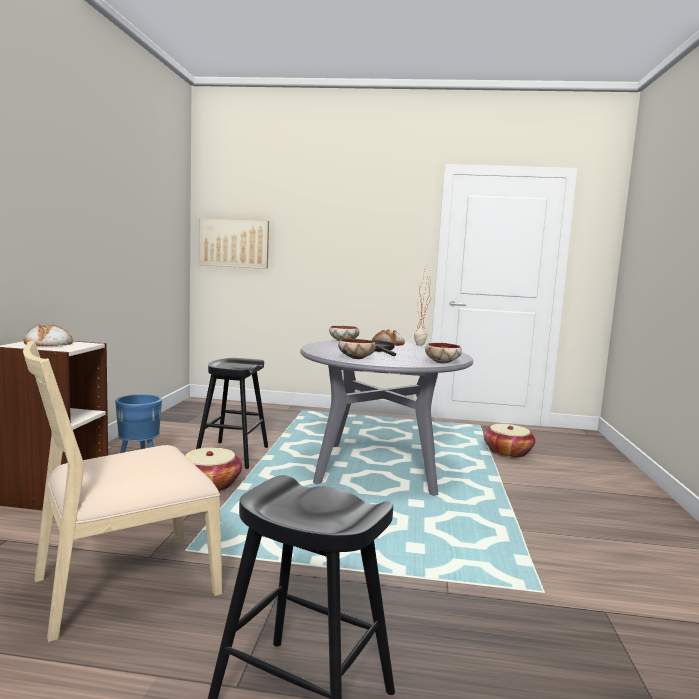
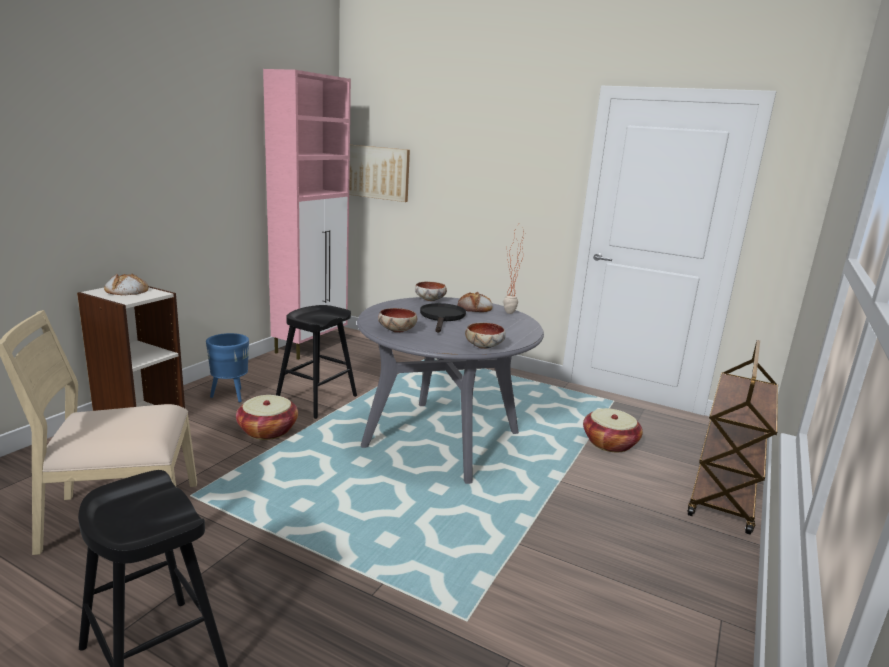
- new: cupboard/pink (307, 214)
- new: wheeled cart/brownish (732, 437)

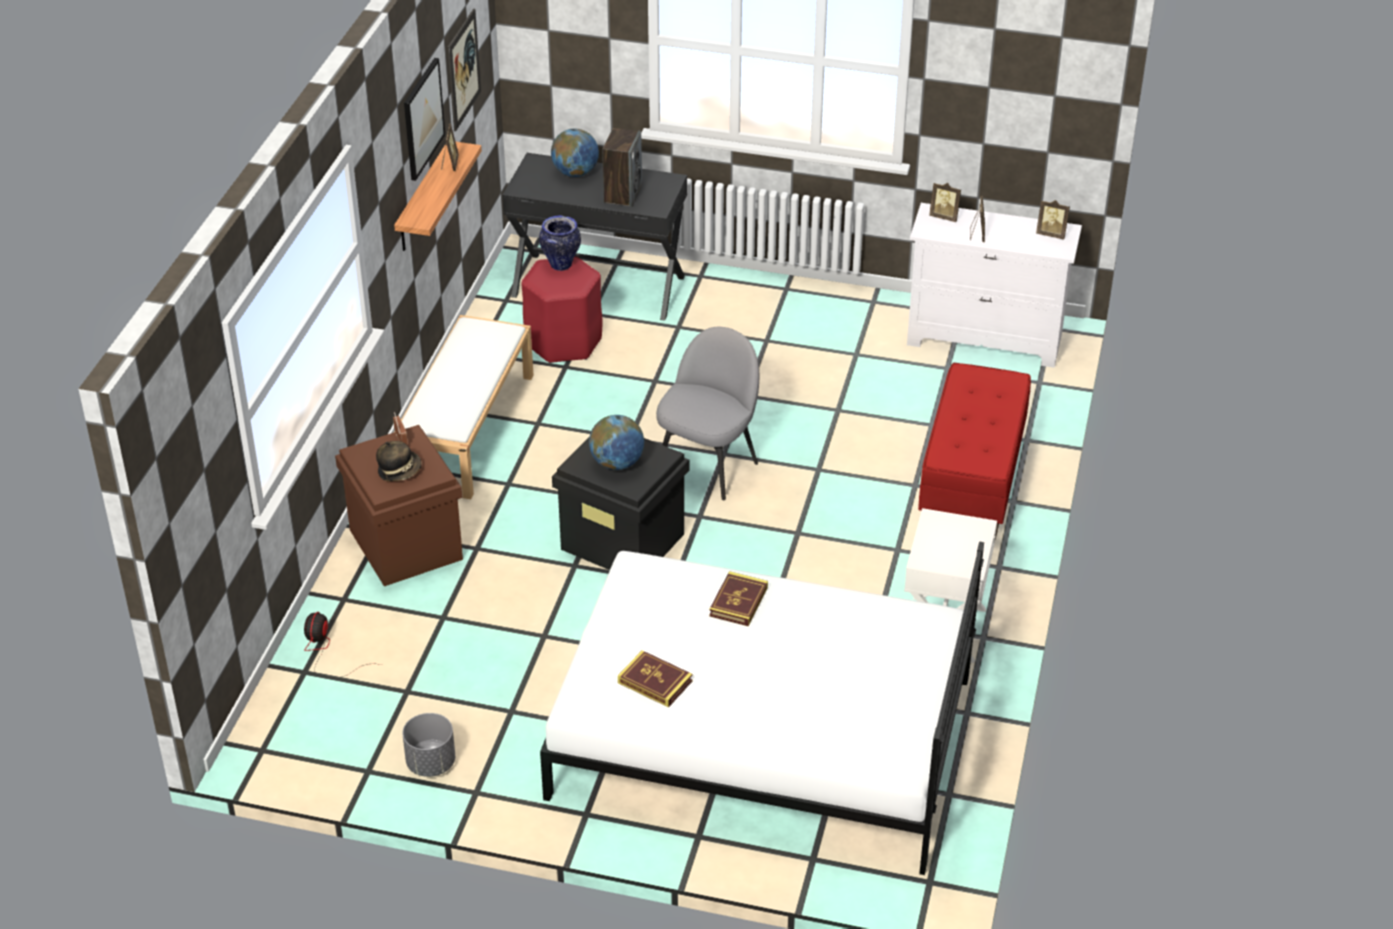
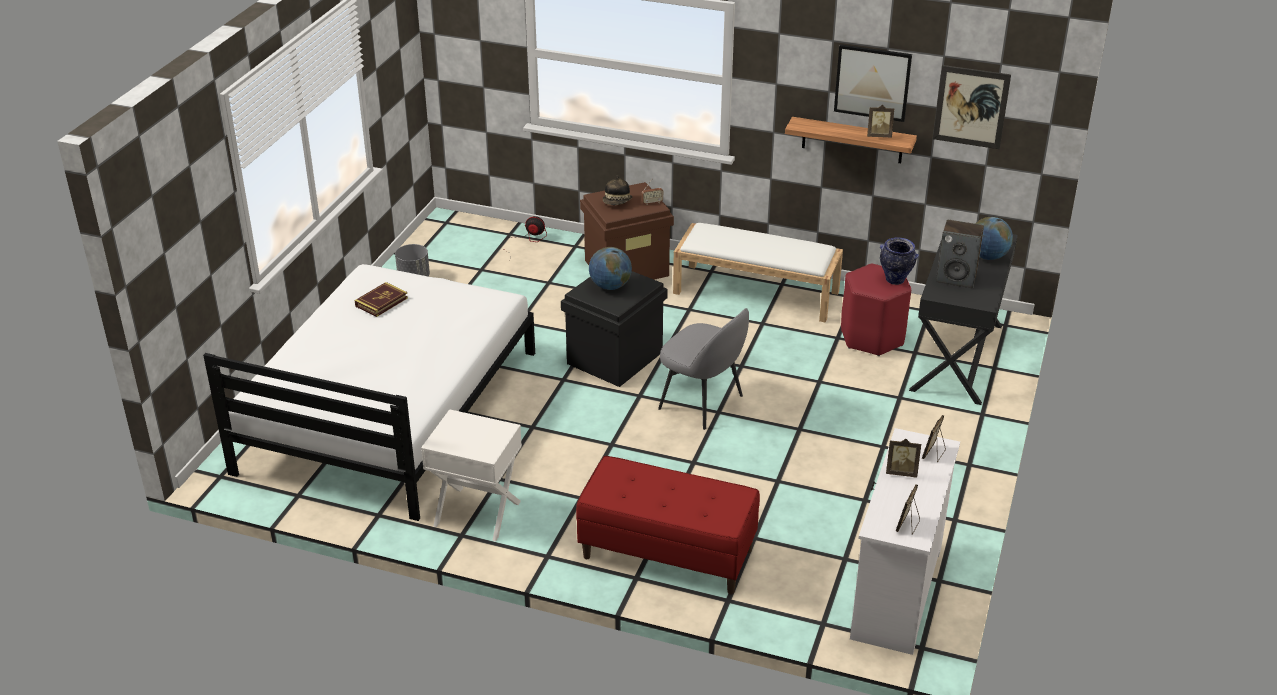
- gone: volume (738, 599)

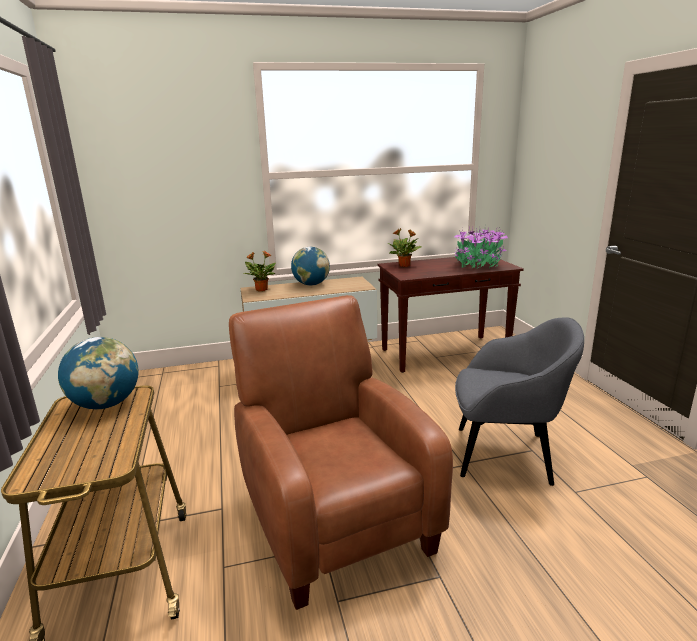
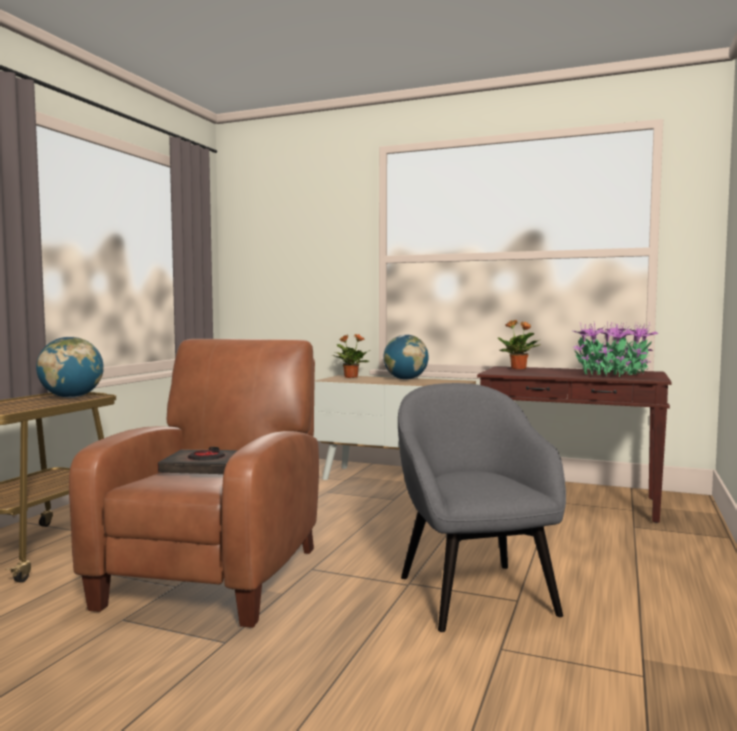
- new: volume/blackish (198, 460)
- rotated: armchair/gray (519, 401) = (482, 507) 150 degrees counterclockwise

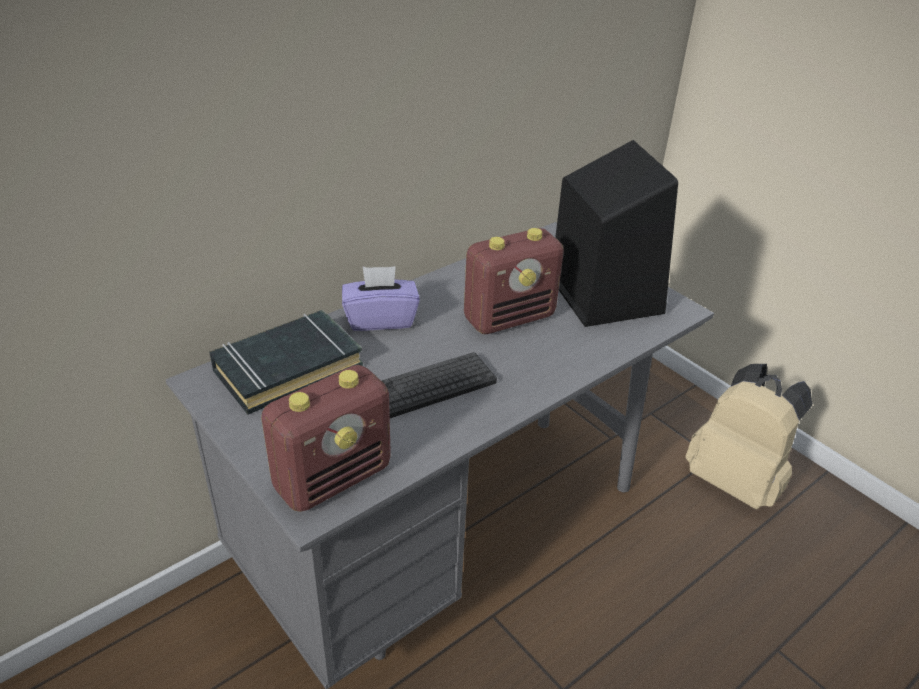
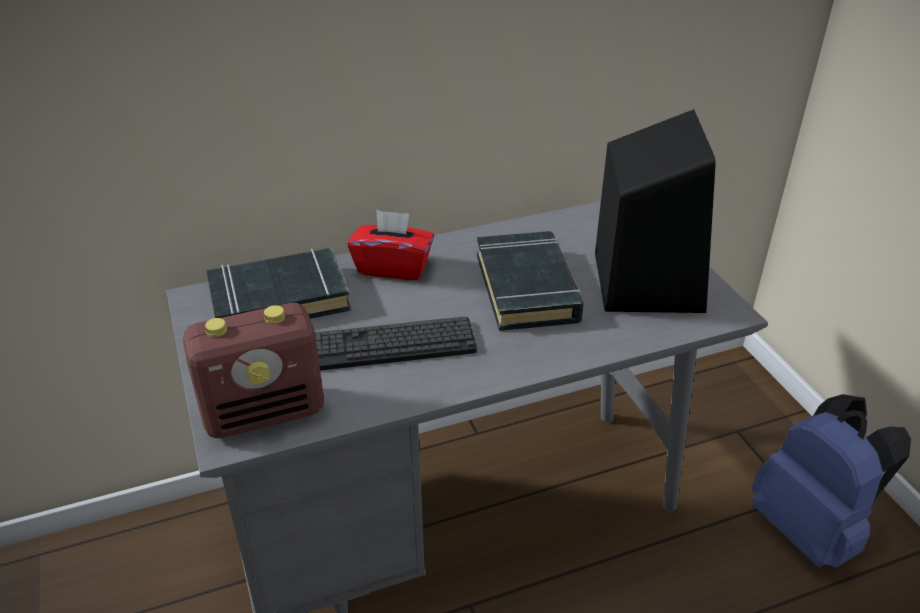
- swapped: radio set (514, 281) to volume/blackish (530, 281)
- repainted: tissue holder/purple-coloured (381, 298) to tissue holder/reddish (390, 245)
- repainted: backpack/sand-coloured (749, 436) to backpack/blue-coloured (831, 481)

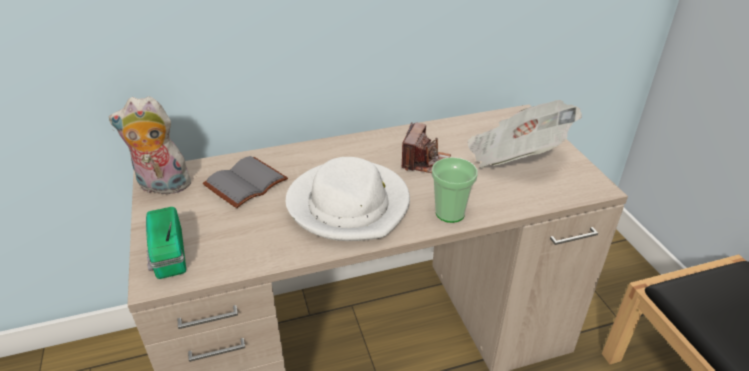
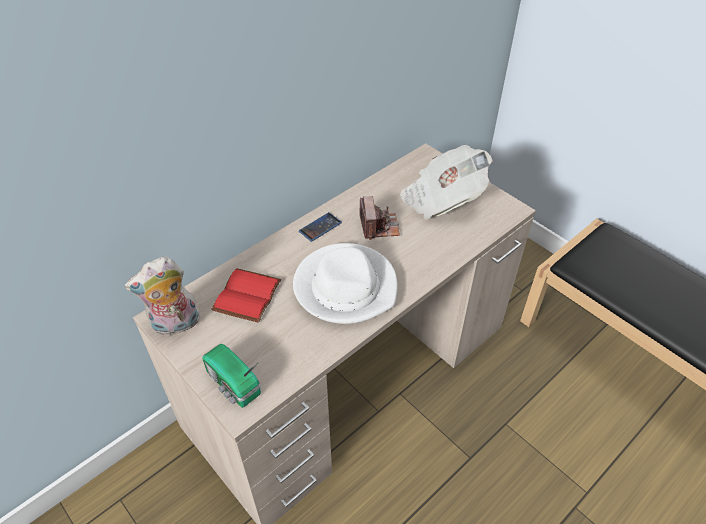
- gone: cup (455, 190)
- new: handset (320, 227)
- repainted: volume/gray (245, 182) to volume/reddish (246, 295)

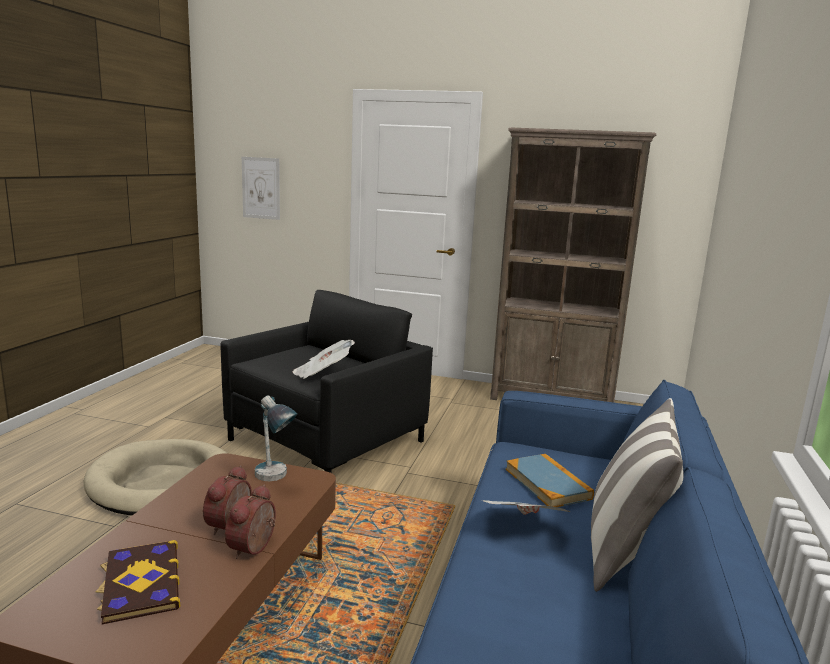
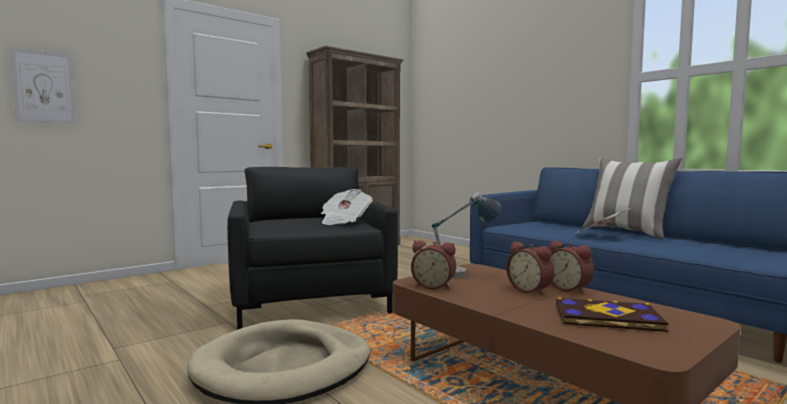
- gone: volume (550, 480)
- new: table clock (433, 264)

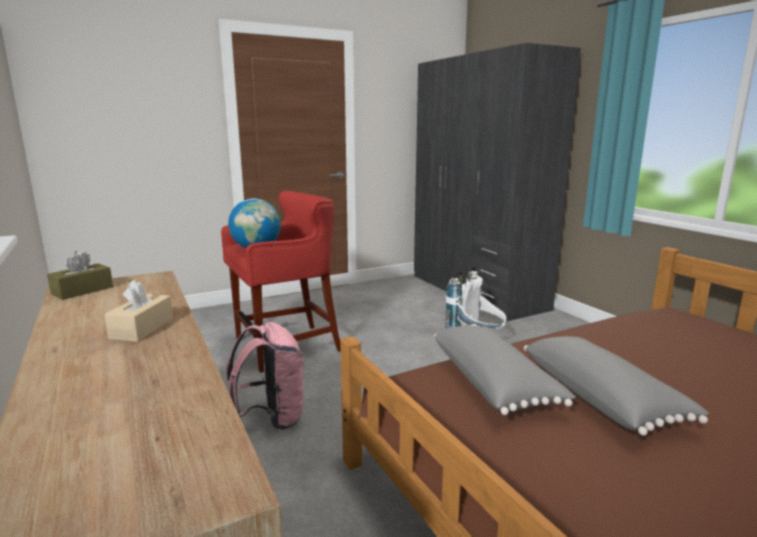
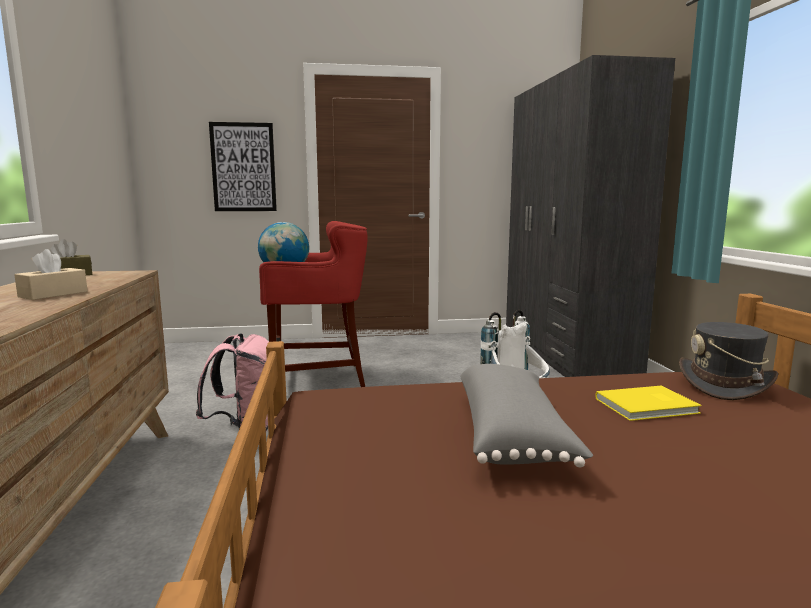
- gone: throw pillow/gray (505, 370)
- new: wall picture (243, 166)
- new: volume/yellow-coloured (648, 403)
- new: wearable hat/gray (729, 361)

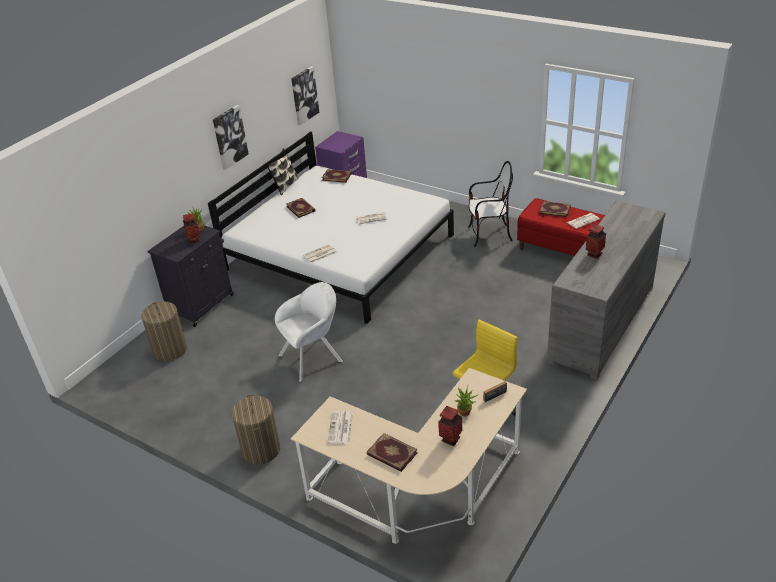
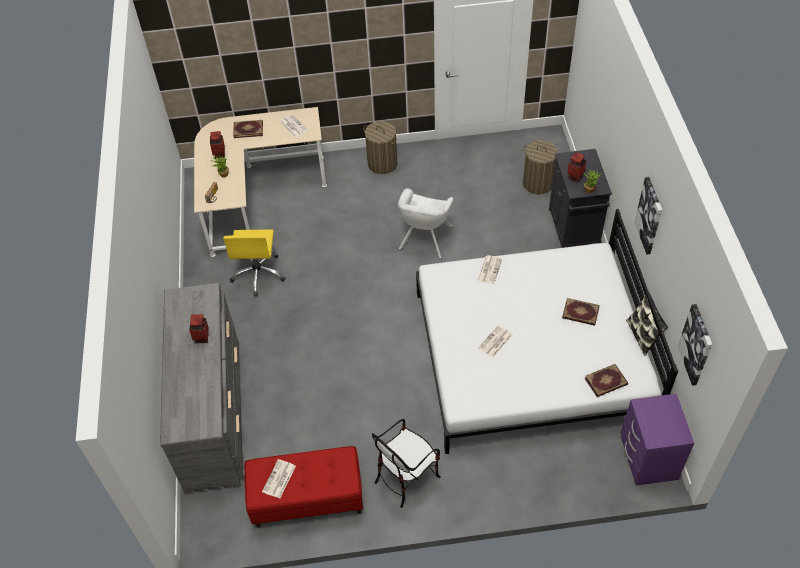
- gone: volume (555, 209)

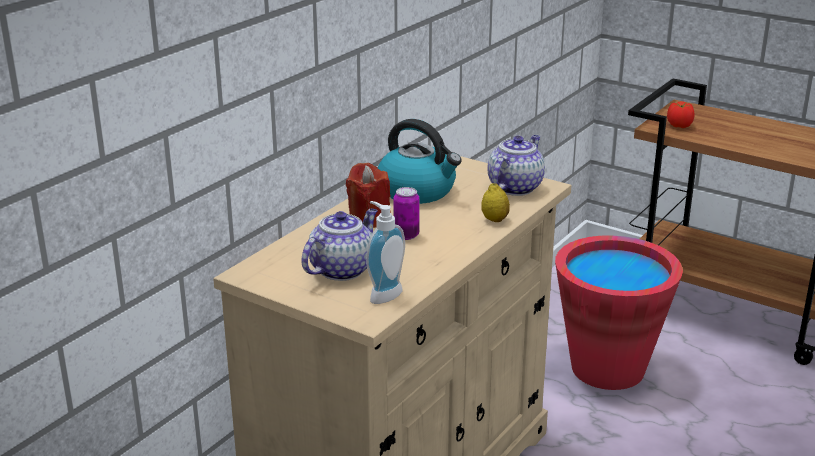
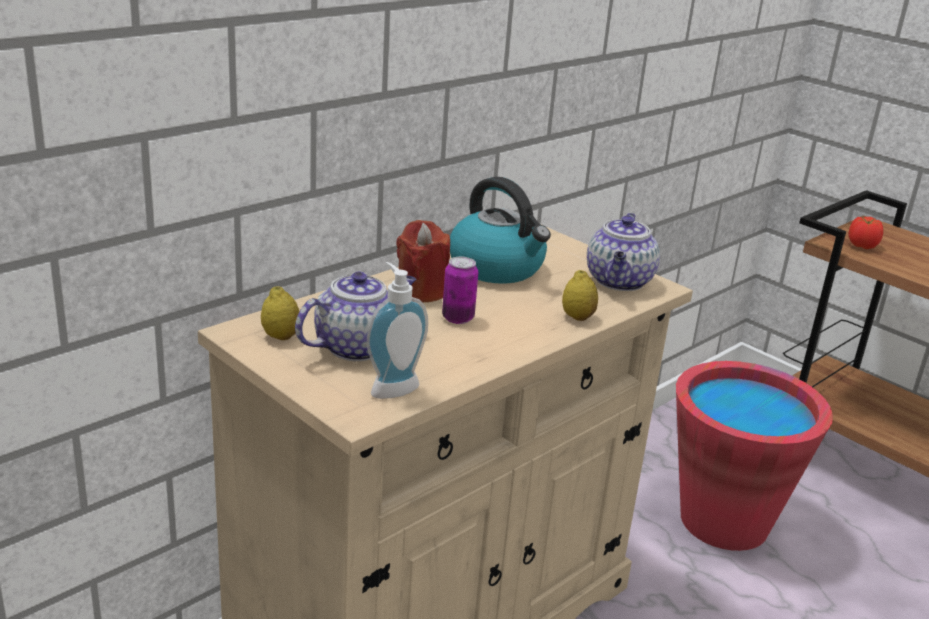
- new: lemon (280, 313)
- rotated: tea pot (516, 165) = (623, 252) 150 degrees clockwise

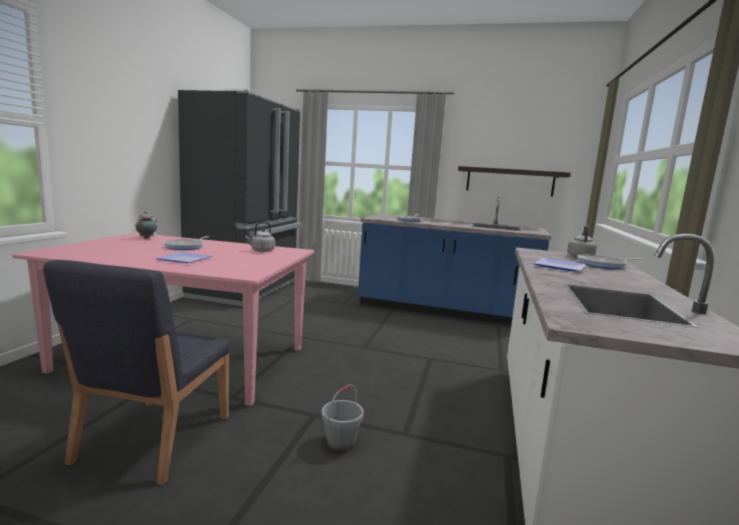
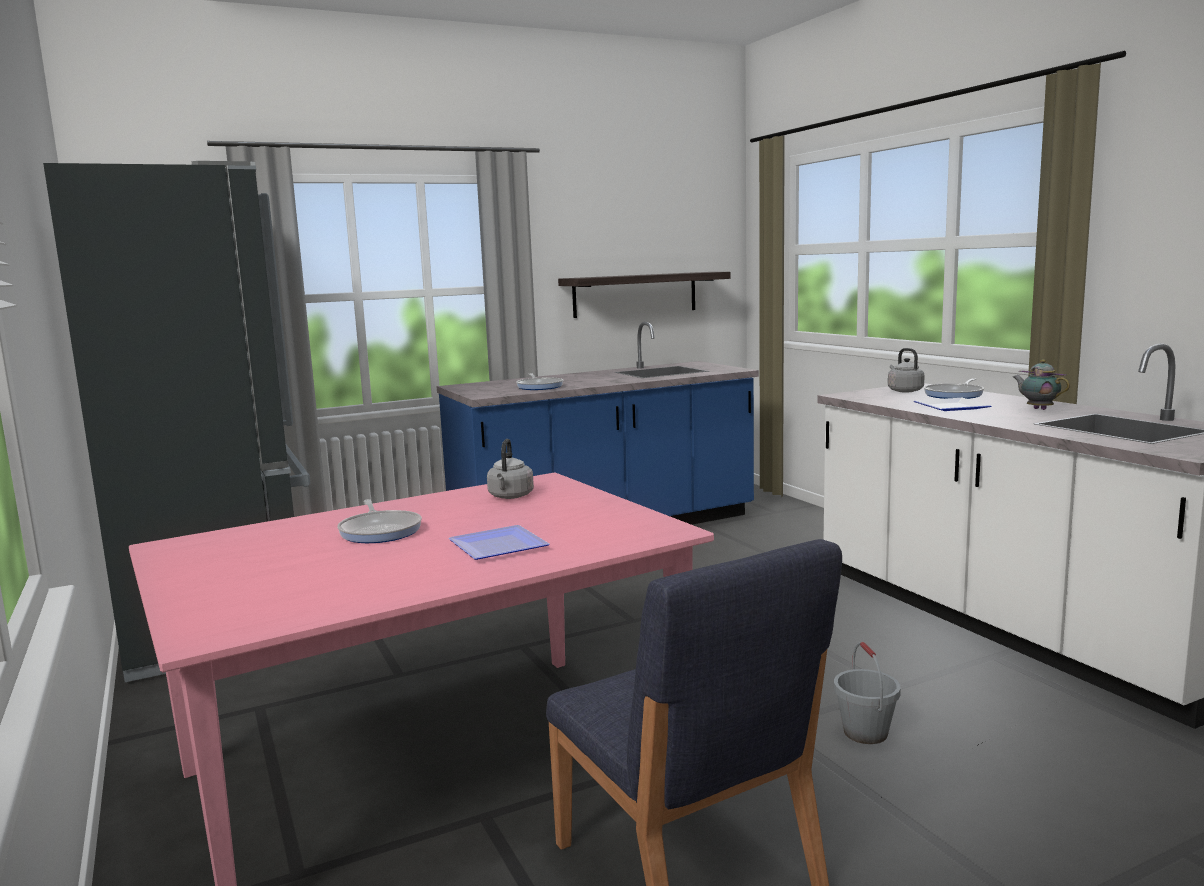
- shifted: tea pot (146, 225) to (1041, 385)

